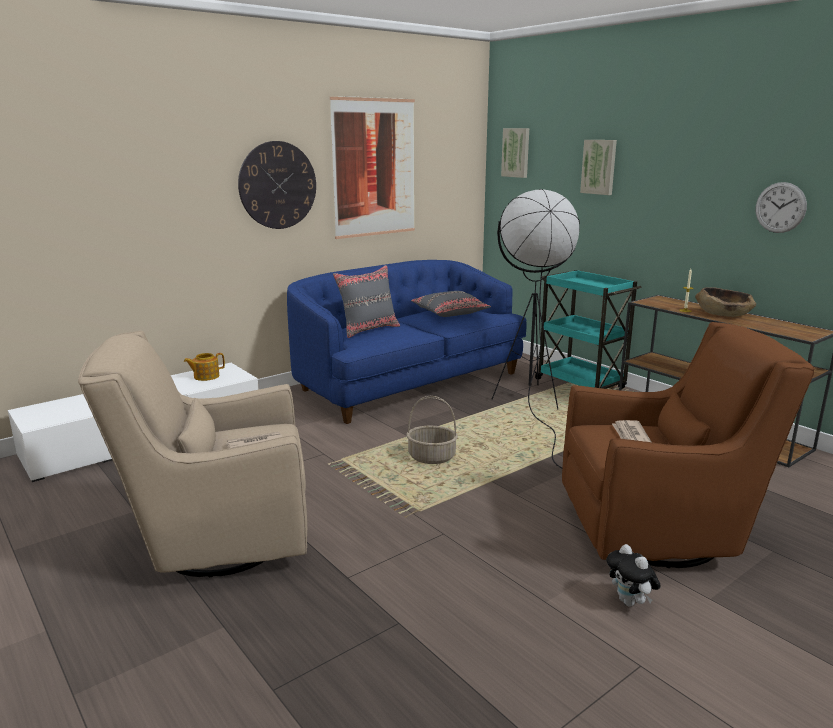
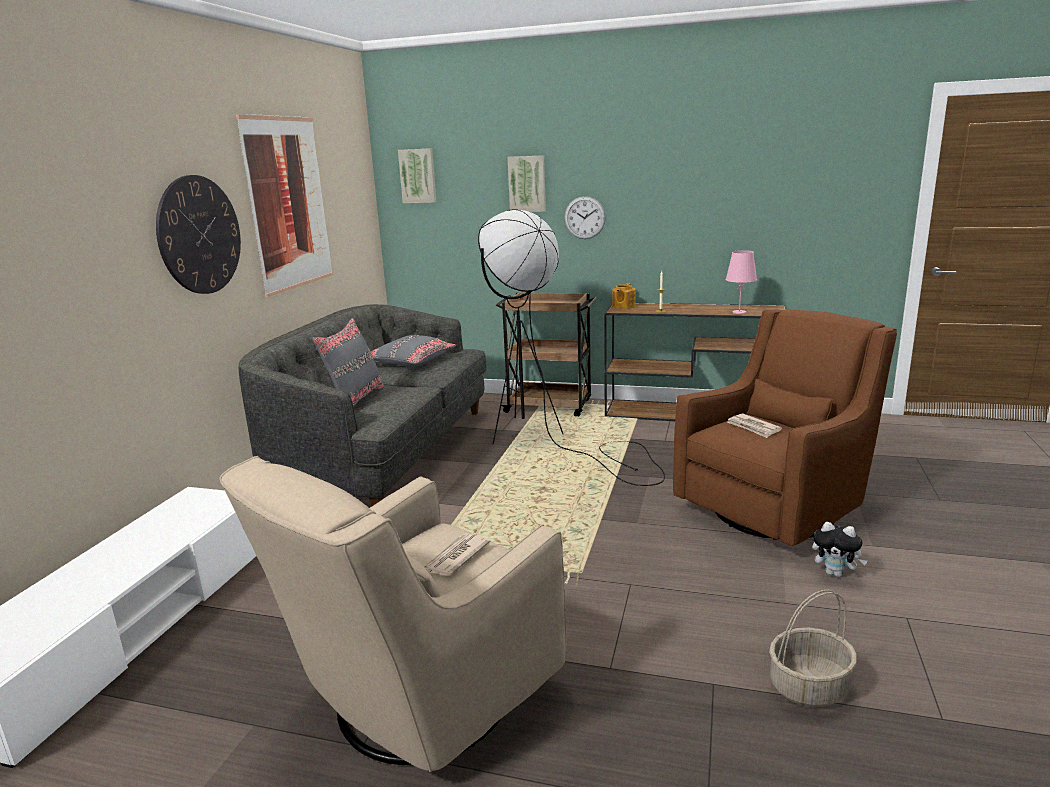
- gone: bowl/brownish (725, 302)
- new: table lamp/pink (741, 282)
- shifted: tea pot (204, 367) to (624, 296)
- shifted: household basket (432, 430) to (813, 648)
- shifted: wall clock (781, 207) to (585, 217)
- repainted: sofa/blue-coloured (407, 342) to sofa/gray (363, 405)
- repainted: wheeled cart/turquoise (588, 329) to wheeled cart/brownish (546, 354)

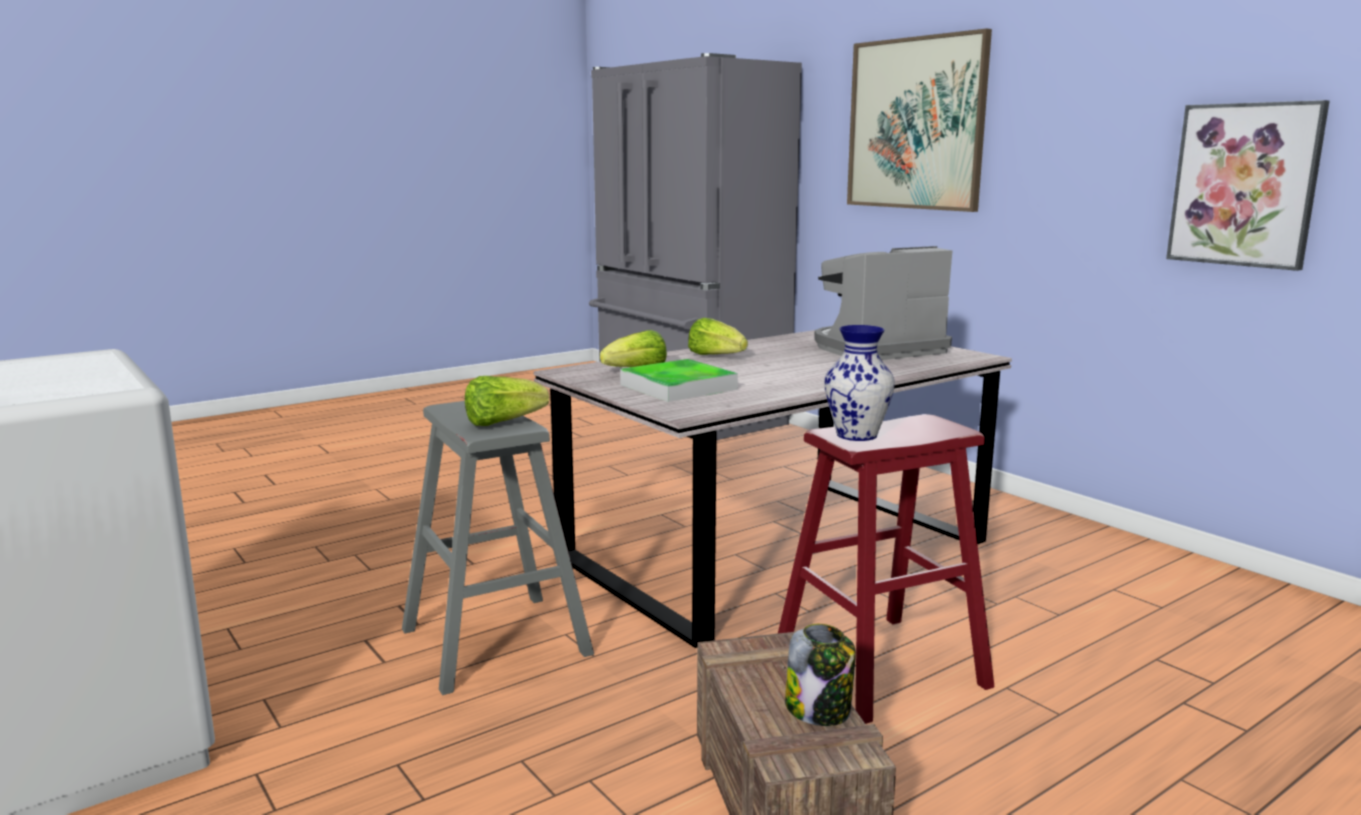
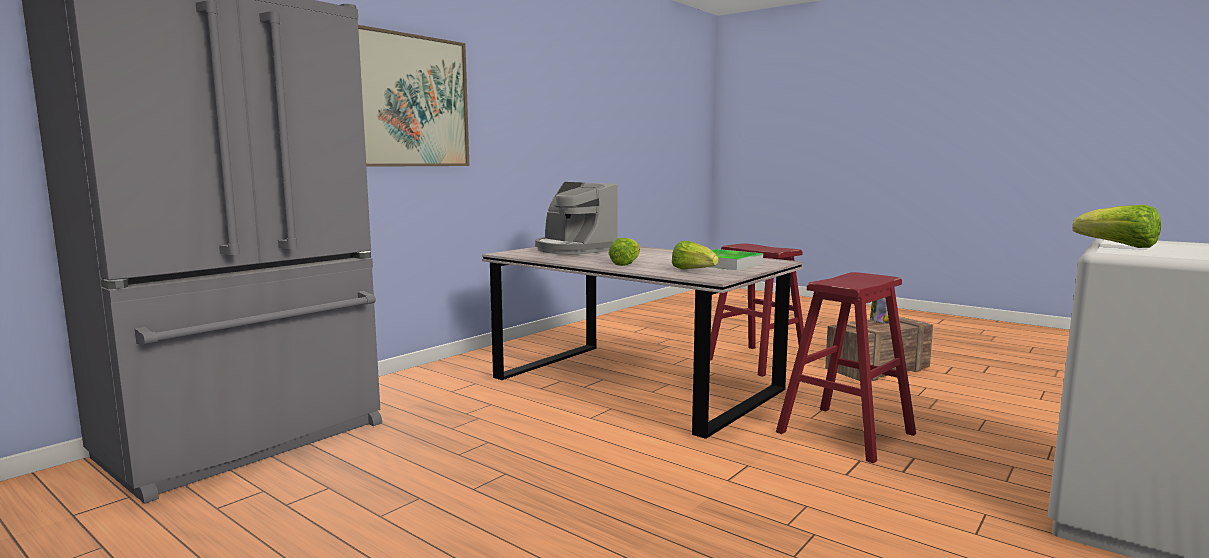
- gone: decorative vase (859, 383)
- gone: wall picture (1248, 185)
- shifted: head of lettuce (507, 401) to (1116, 226)
- repainted: stool seat/gray (498, 548) to stool seat/reddish (846, 367)

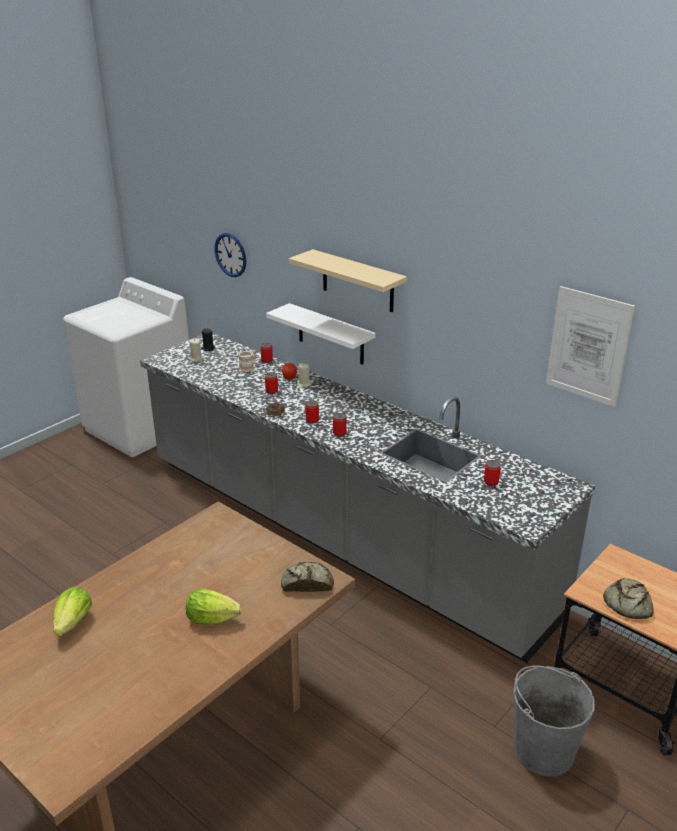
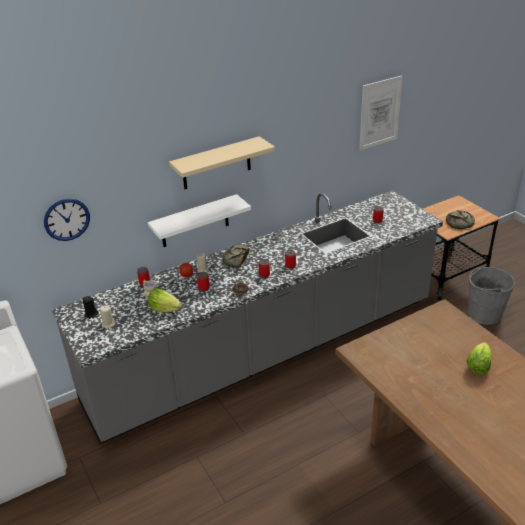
- shifted: head of lettuce (73, 611) to (165, 300)
- shifted: bread (307, 576) to (236, 256)

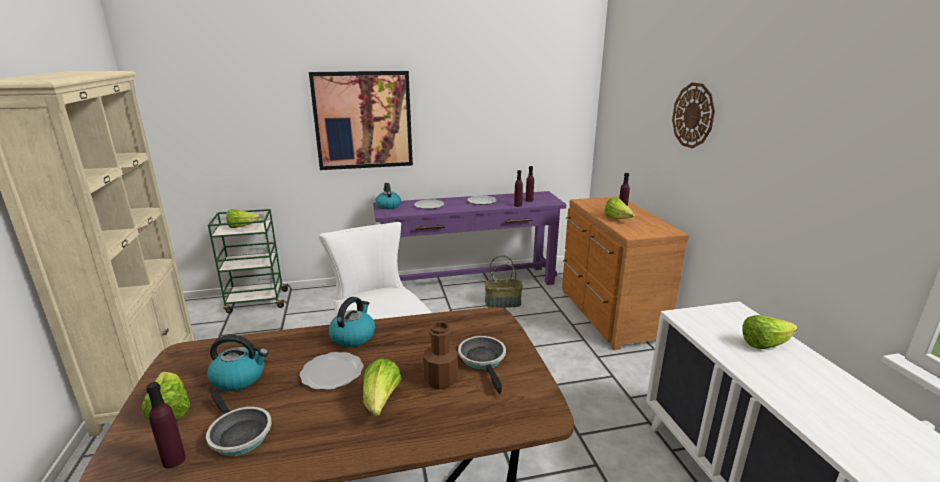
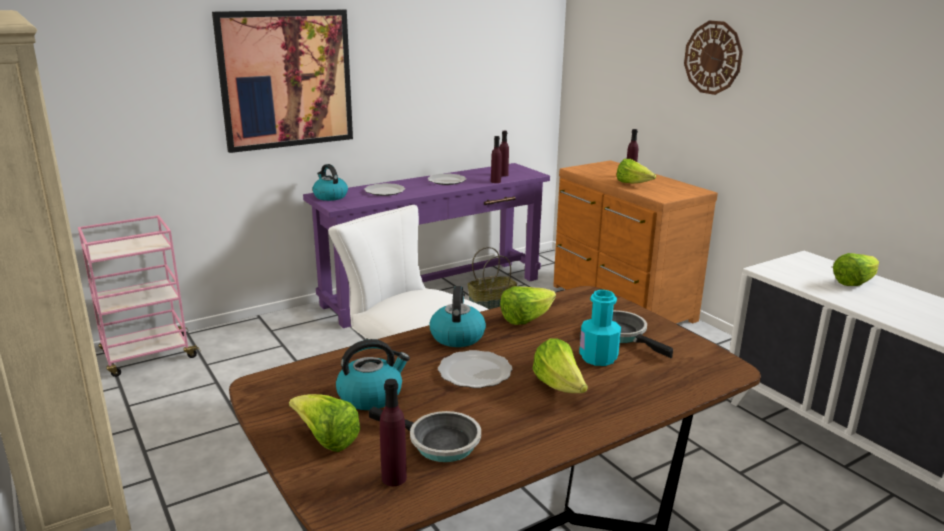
- shifted: head of lettuce (243, 218) to (528, 305)
- repainted: wheeled cart/green-coloured (249, 261) to wheeled cart/pink (139, 296)
- repainted: drink bottle/brownish (440, 355) to drink bottle/turquoise (600, 328)

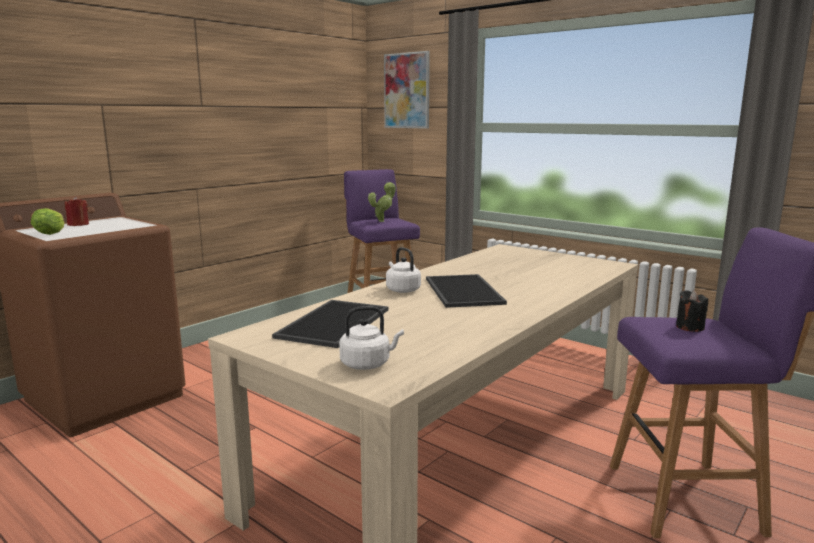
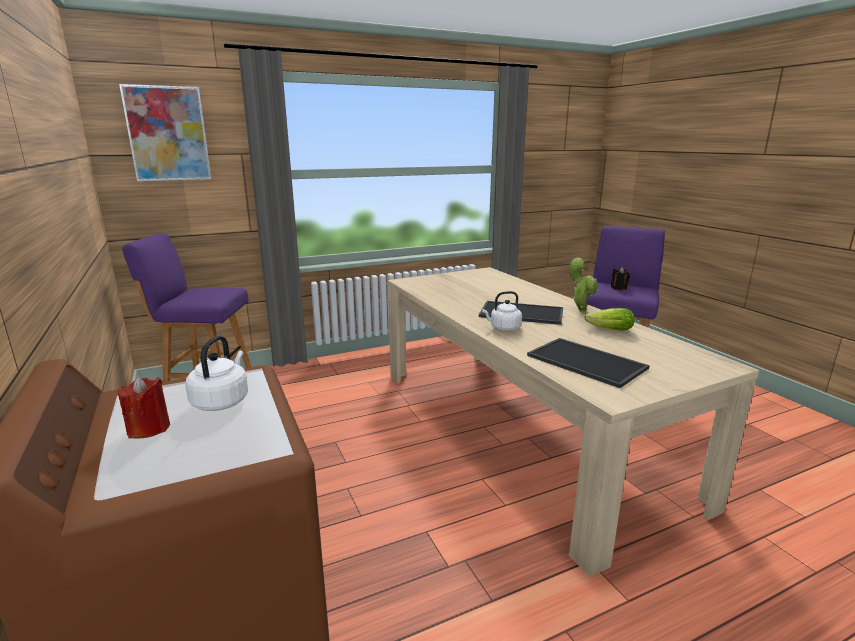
- shifted: head of lettuce (47, 221) to (609, 319)
- shifted: kettle/white (371, 338) to (216, 373)
- shifted: plant in a pot (382, 202) to (583, 285)

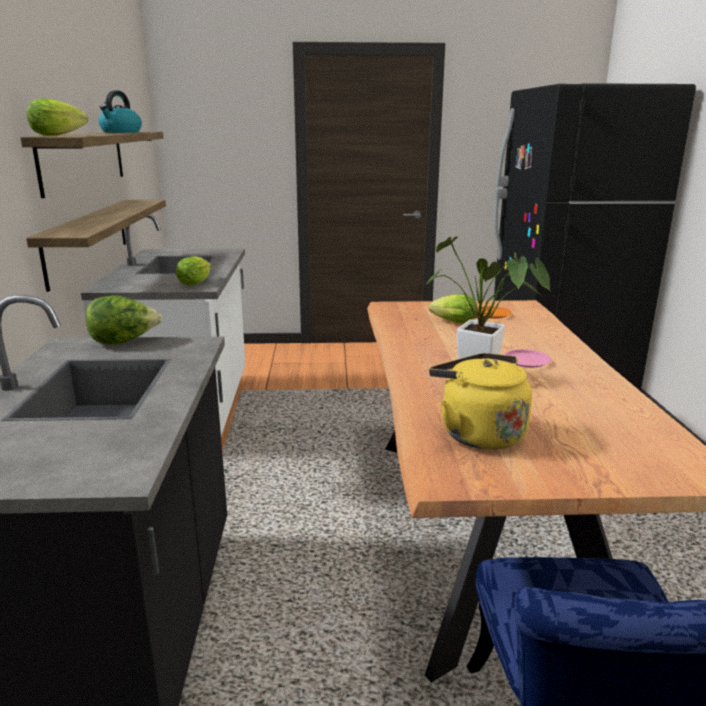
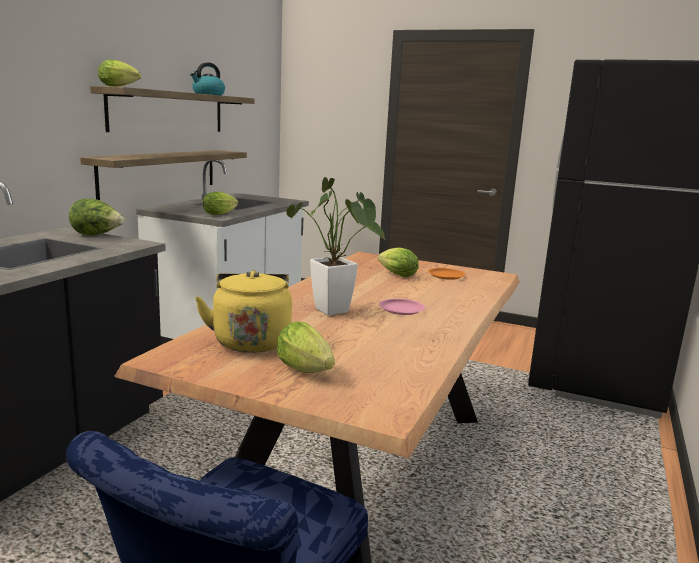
- new: head of lettuce (306, 347)

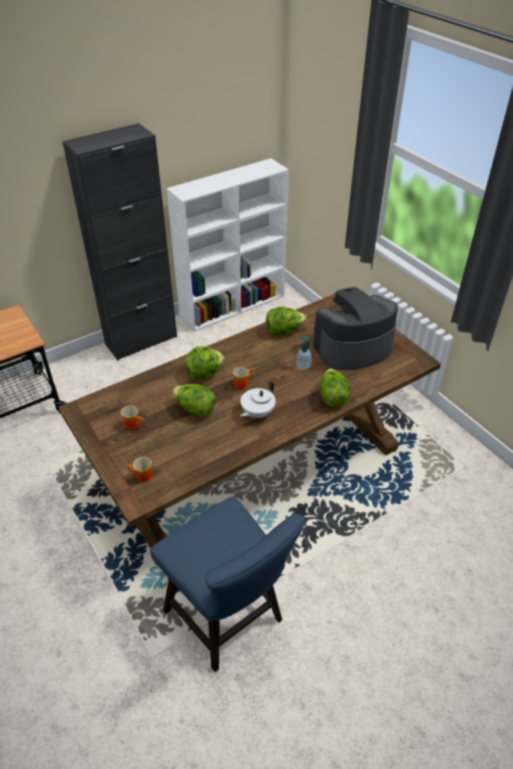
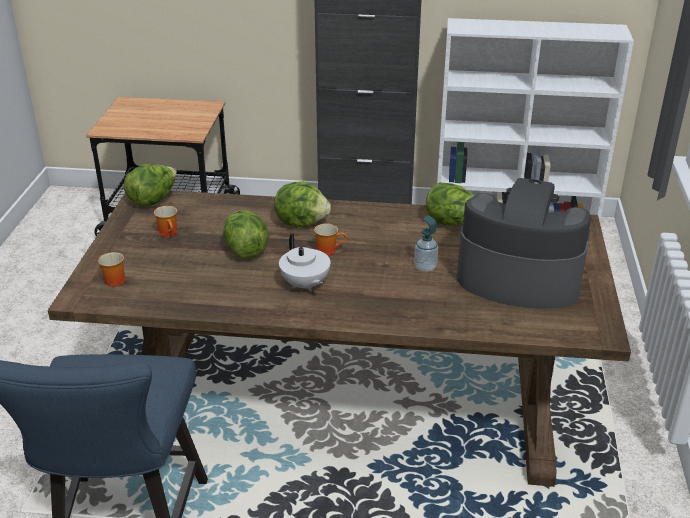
- shifted: head of lettuce (335, 388) to (150, 185)
- rotated: tea pot/white (258, 400) = (304, 263) 105 degrees counterclockwise

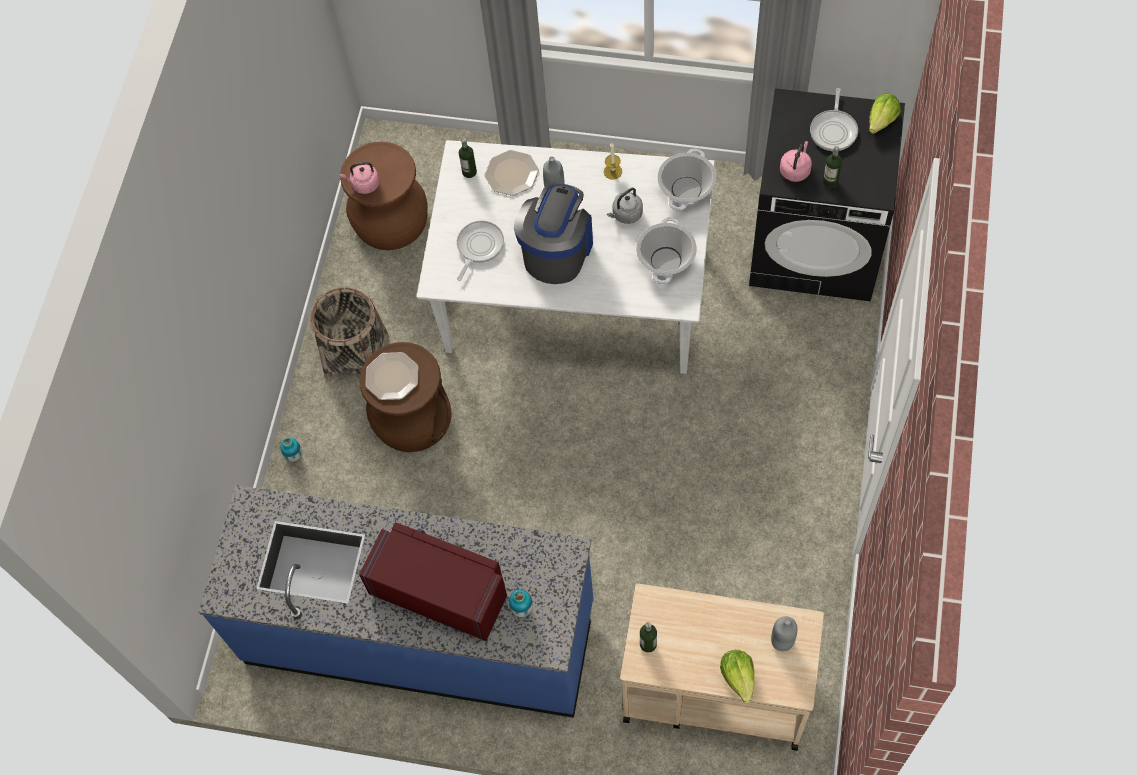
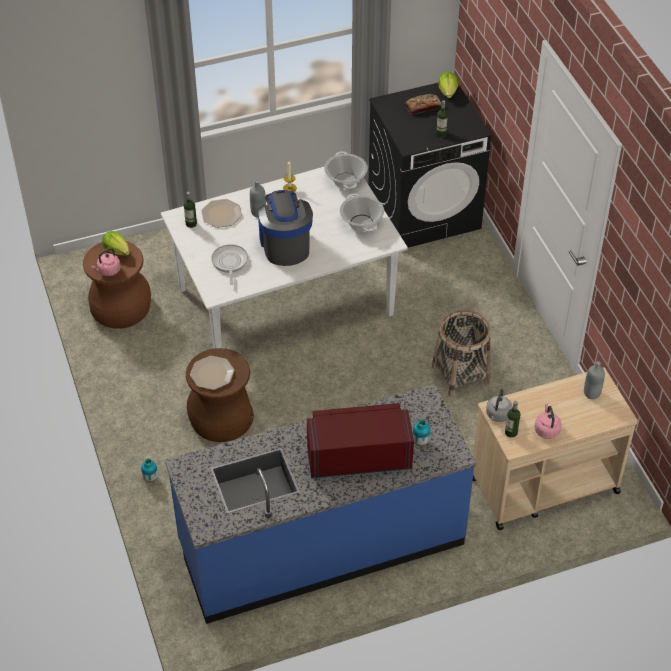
- shifted: household basket (349, 333) to (461, 353)
- shifted: kettle/gray (625, 206) to (499, 405)
- shifted: head of lettuce (737, 676) to (116, 243)
- shifted: kettle/pink (796, 161) to (548, 421)
- swapped: skillet (834, 119) to bread (423, 104)

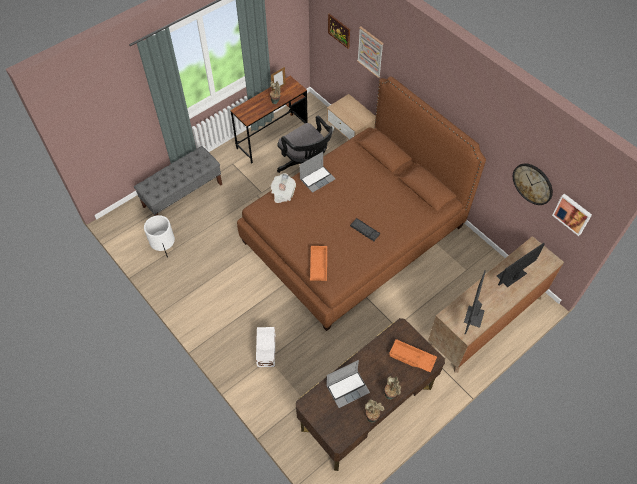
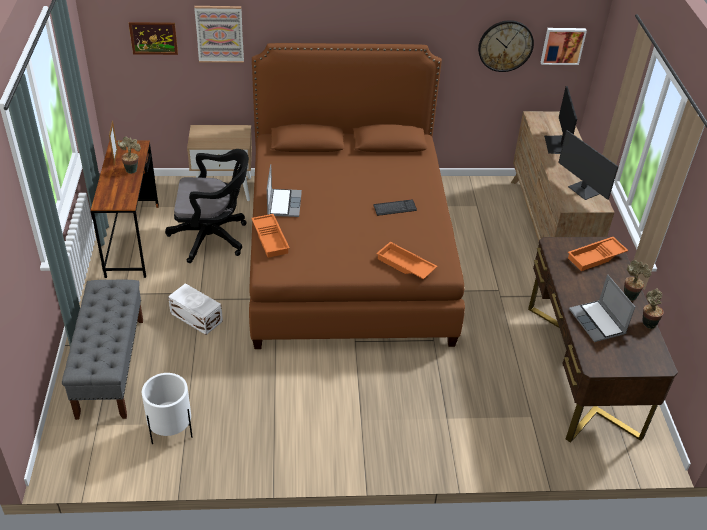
- shifted: storage container/white (265, 347) to (195, 309)
- swapped: newspaper (283, 188) to tray/orangey (270, 236)
- rotated: laptop (348, 384) = (602, 308) 150 degrees clockwise

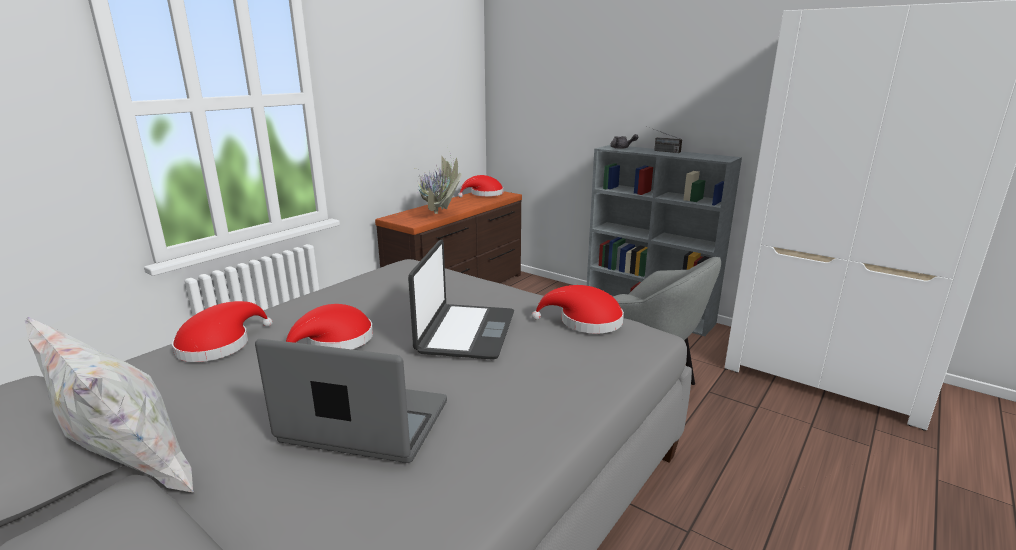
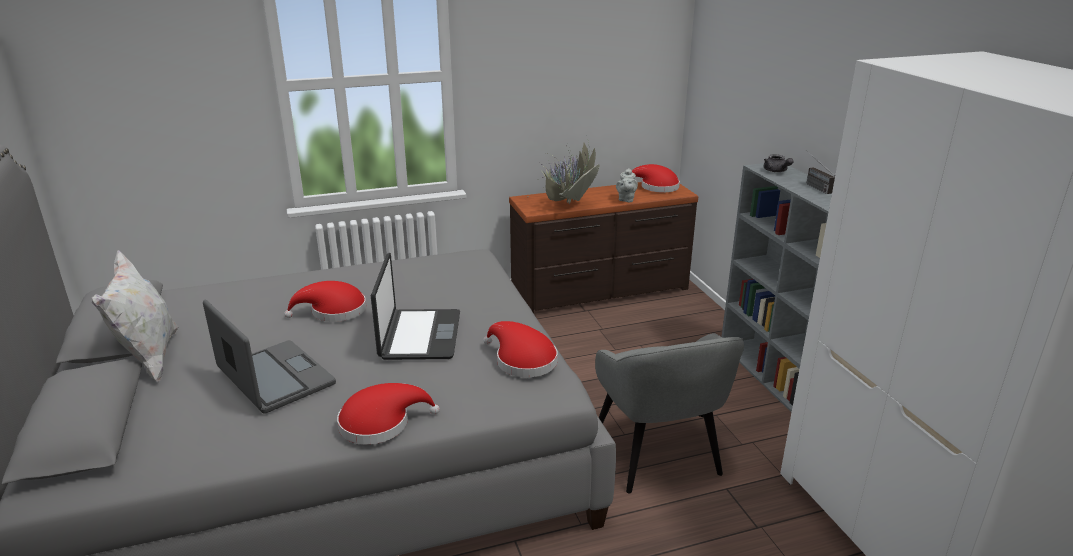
- new: tea pot/gray (627, 185)
- shifted: wearable hat/reddish (222, 331) to (388, 413)
- rotated: laptop (461, 300) = (415, 306) 45 degrees counterclockwise

